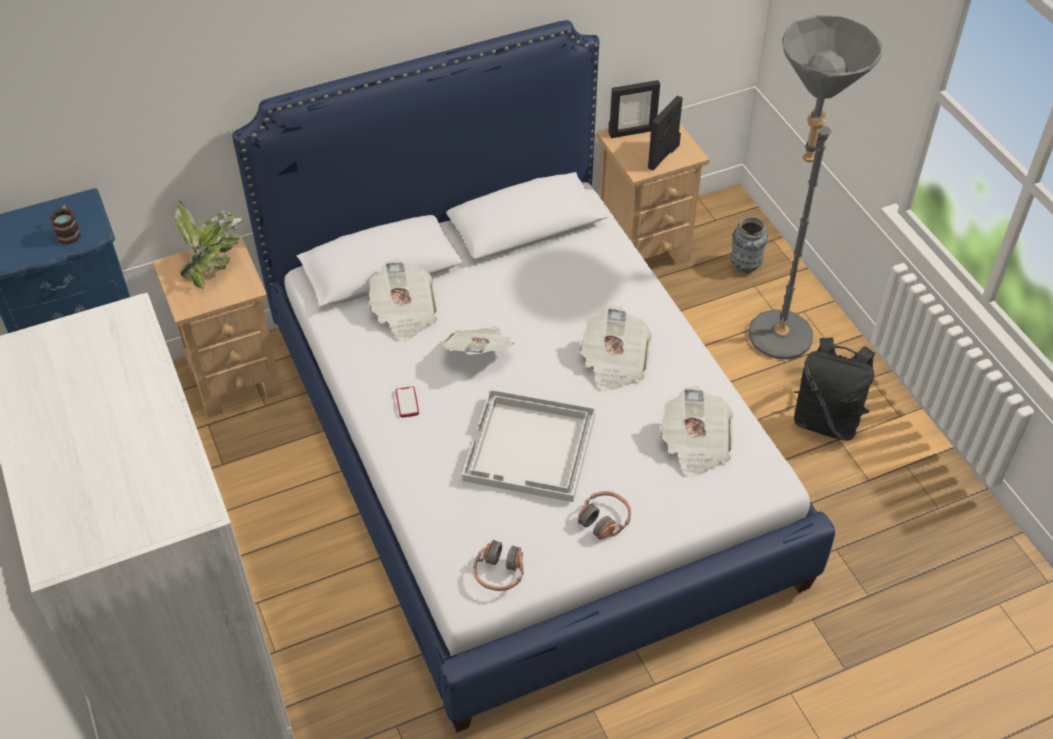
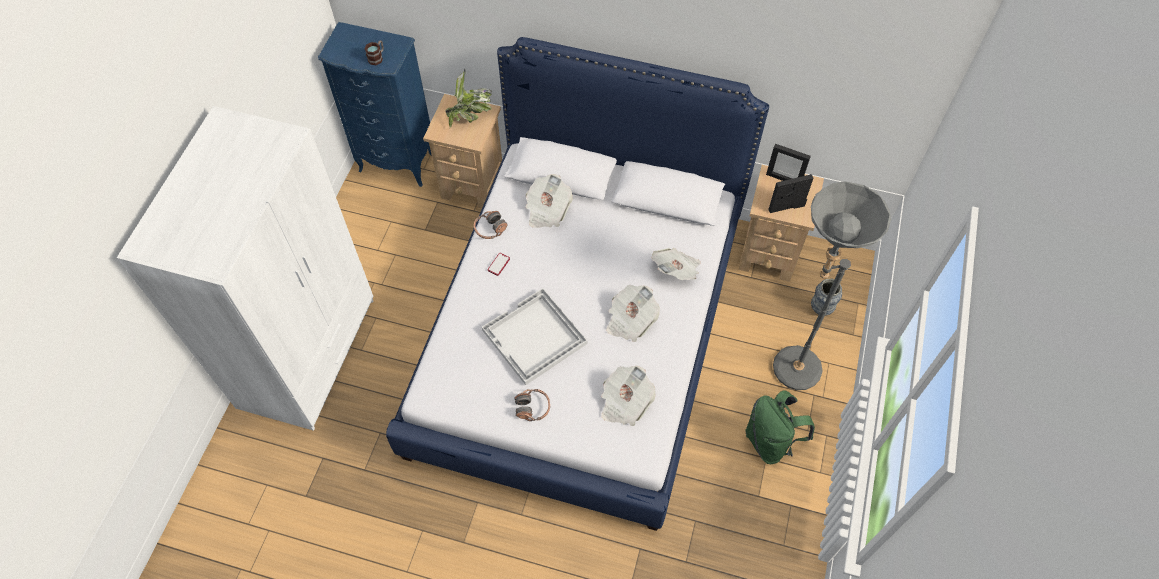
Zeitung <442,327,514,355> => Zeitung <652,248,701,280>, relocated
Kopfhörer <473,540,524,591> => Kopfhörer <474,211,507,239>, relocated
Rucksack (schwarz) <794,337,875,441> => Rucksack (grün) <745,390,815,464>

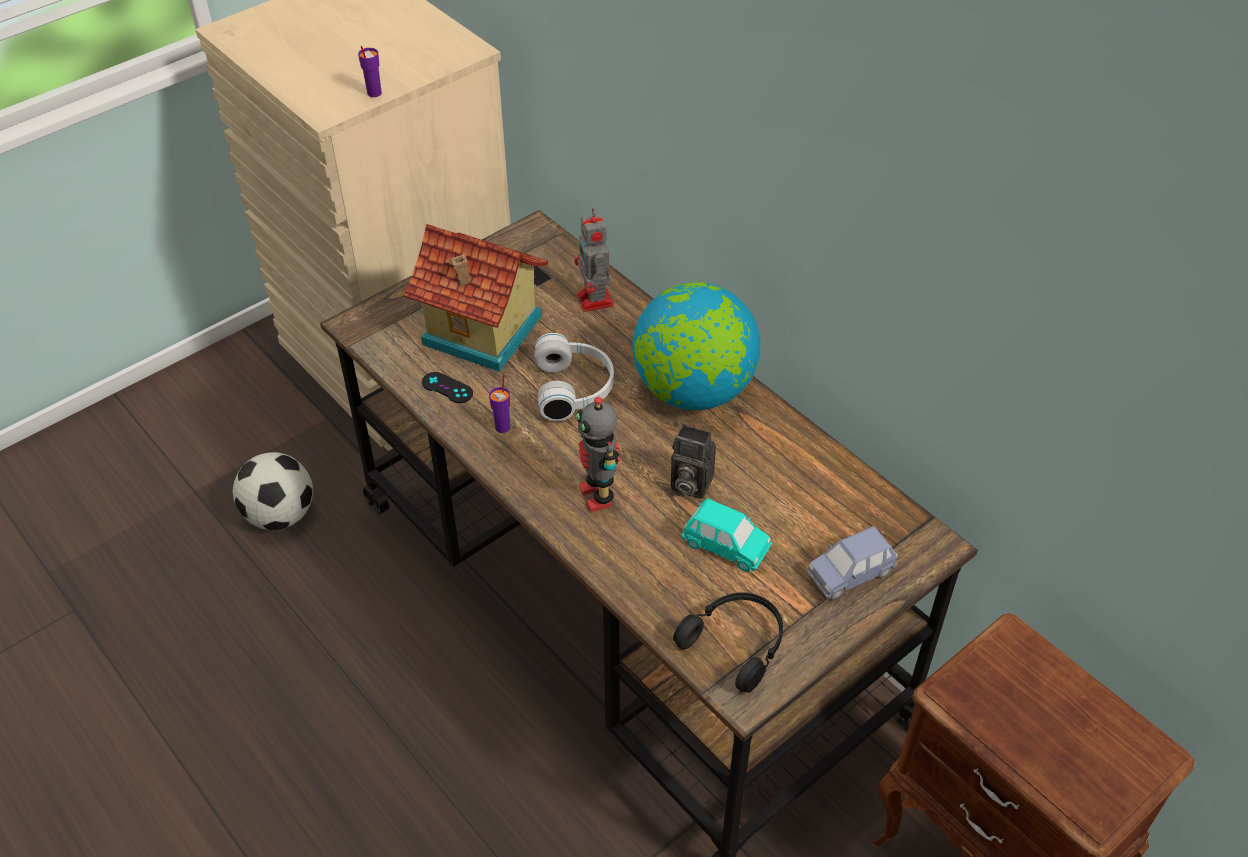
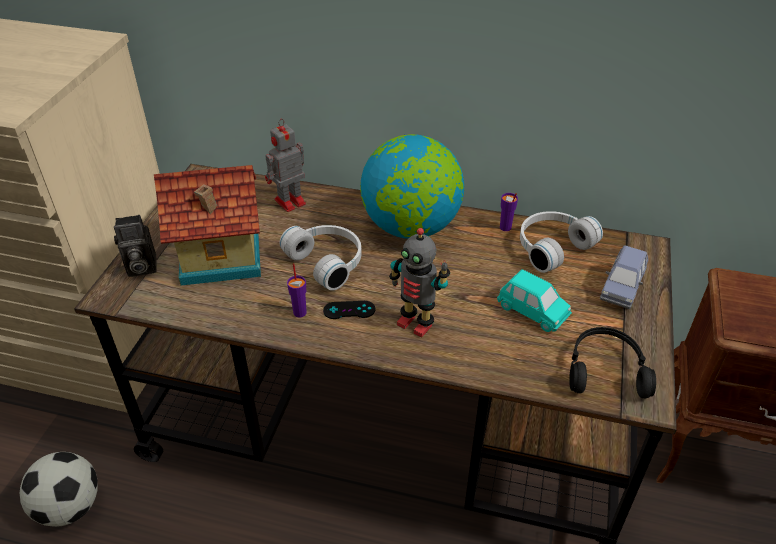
nothing => Kopfhörer (weiß) <520,211,603,273>
Tasse (lila) <358,46,382,97> => Tasse (lila) <500,193,518,231>, relocated
Gamepad (schwarz) <422,372,473,403> => Gamepad (schwarz) <323,301,375,319>, relocated
Kamera <671,424,716,499> => Kamera <114,215,157,277>, relocated
Spielzeugroboter <574,208,614,312> => Spielzeugroboter <265,119,306,212>, 105 degrees clockwise
Spielzeugauto (türkis) <681,499,772,572> => Spielzeugauto (türkis) <497,269,572,332>, 45 degrees clockwise

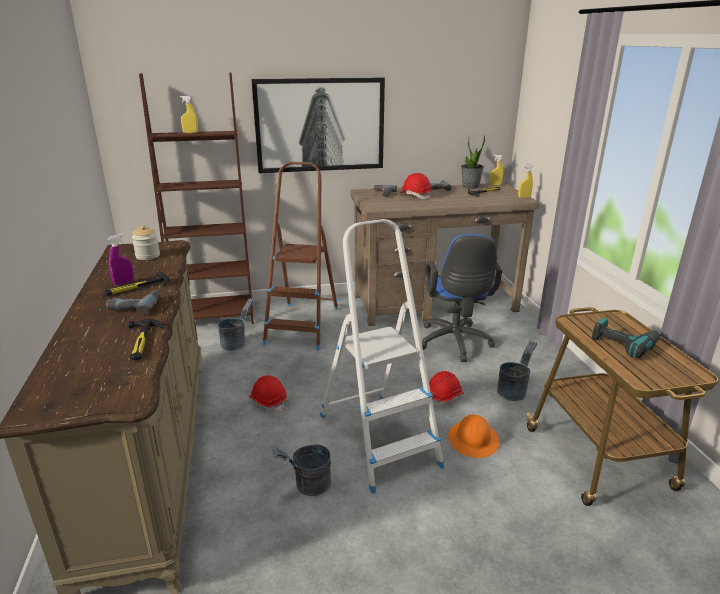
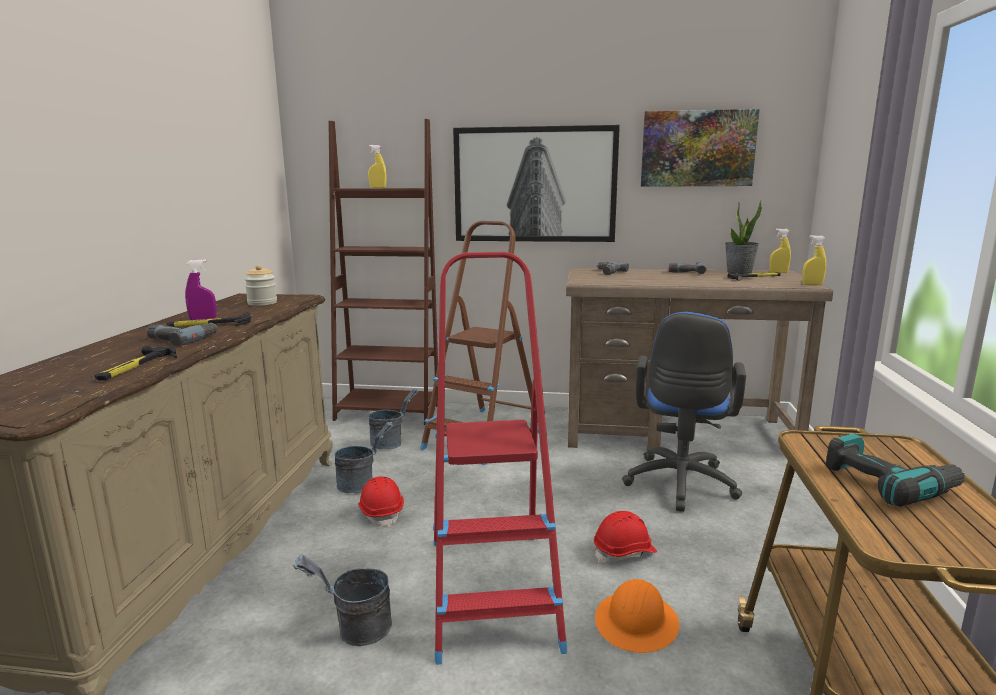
Schutzhelm (rot) <399,173,432,199> => nothing
nothing => Bild <641,109,760,187>
Eimer (grau) <497,340,538,401> => Eimer (grau) <335,422,393,493>, relocated
Trittleiter (weiß) <320,219,444,494> => Trittleiter (rot) <433,252,567,664>

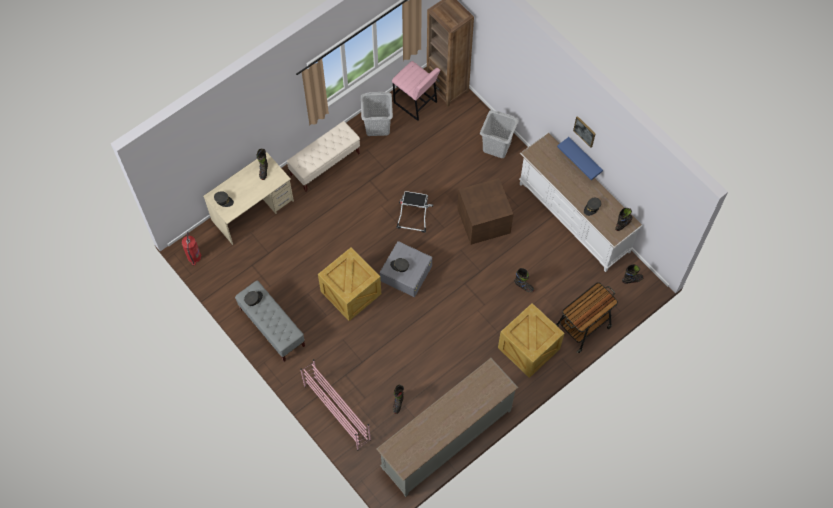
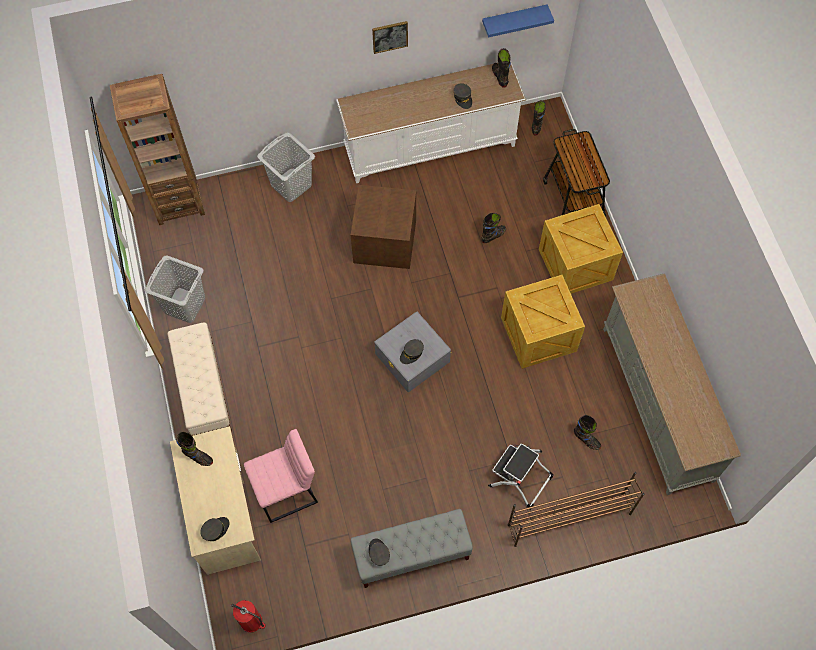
Kiste <318,248,381,321> => Kiste <501,275,585,369>, relocated
Stuhl (rosa) <392,61,440,121> => Stuhl (rosa) <244,429,318,523>, relocated
Trittleiter <396,191,433,233> => Trittleiter <488,444,554,510>, relocated
Wandregal (blau) <557,137,603,180> => Wandregal (blau) <482,4,554,37>, relocated
Schuhregal (rosa) <300,359,371,451> => Schuhregal (braun) <508,472,644,547>

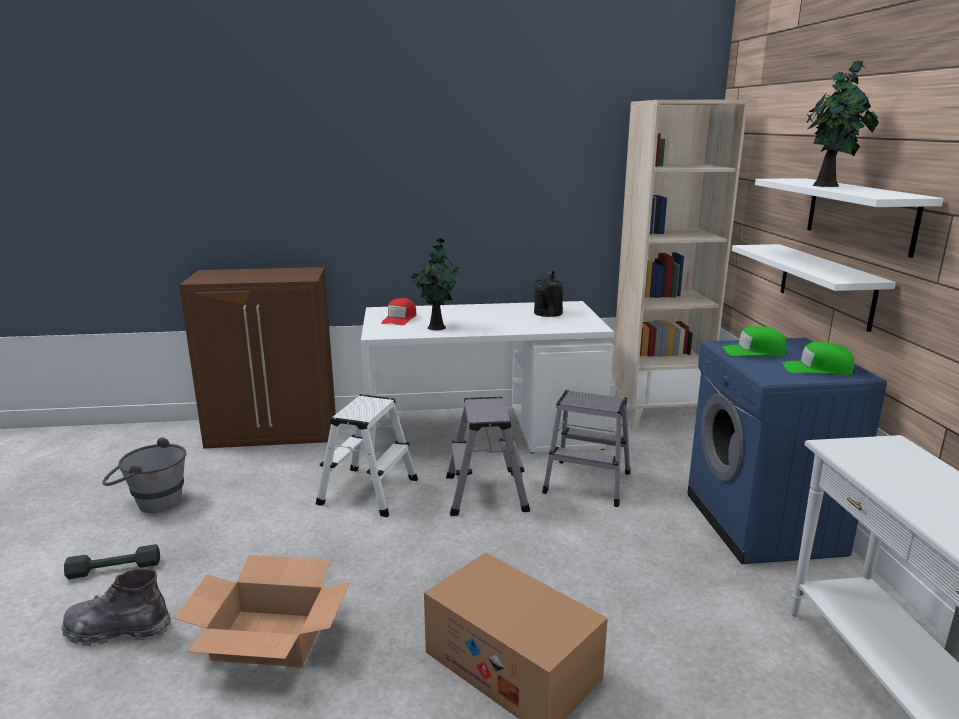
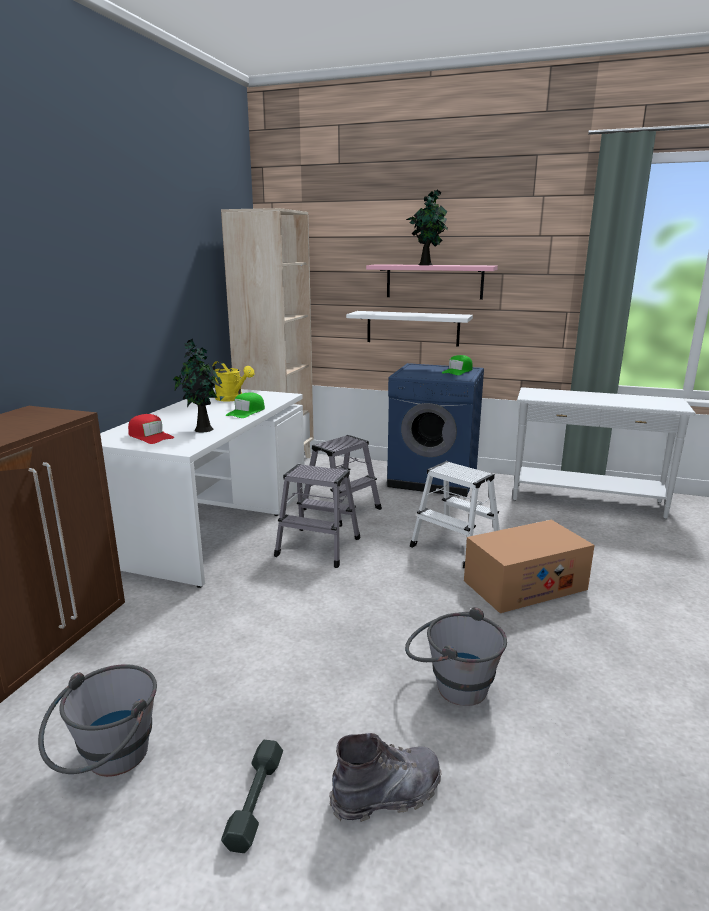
Trittleiter (weiß) <316,394,418,517> => Trittleiter (weiß) <410,461,500,569>, relocated
Kappe (grün) <722,326,787,356> => Kappe (grün) <225,393,265,418>, relocated
Karton <174,555,350,667> => Eimer (grau) <405,607,507,706>
Gießkanne (schwarz) <534,271,563,317> => Gießkanne (gelb) <212,361,254,401>
Wandregal (weiß) <755,178,943,258> => Wandregal (rosa) <366,264,498,300>
Stiefel (grau) <61,569,171,646> => Stiefel (grau) <329,733,442,822>, 135 degrees counterclockwise

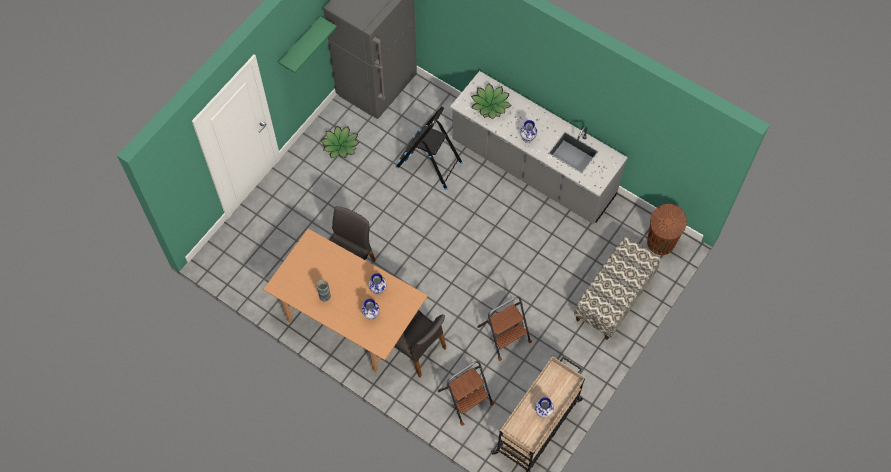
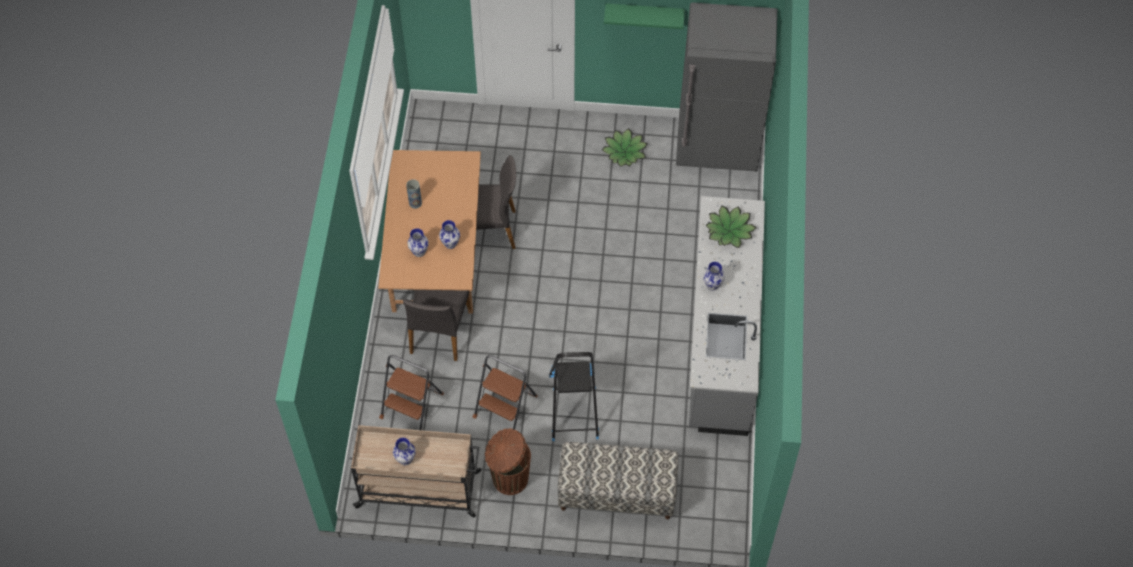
Trittleiter (schwarz) <396,106,463,190> => Trittleiter (schwarz) <549,352,599,441>, relocated
Mülleimer (braun) <647,204,687,255> => Mülleimer (braun) <485,428,531,495>, relocated

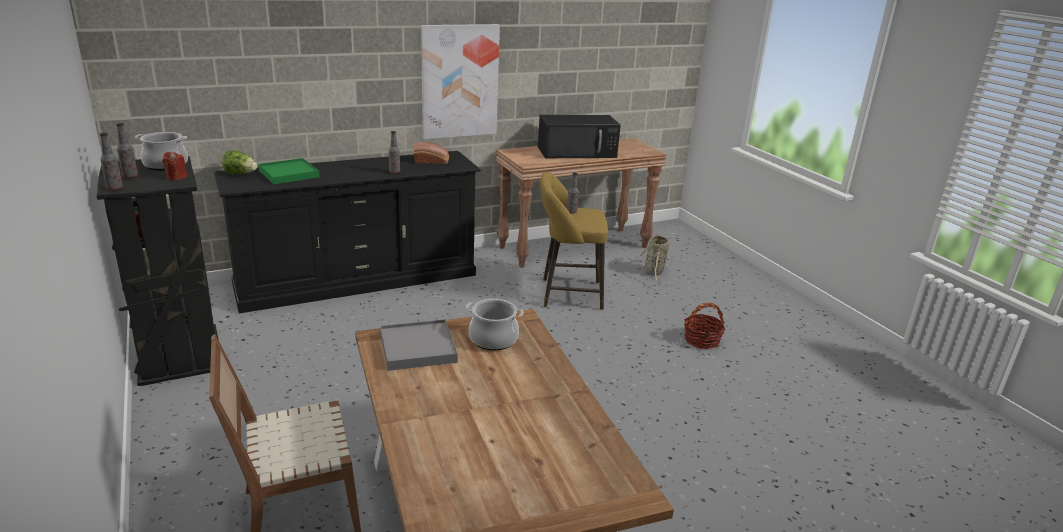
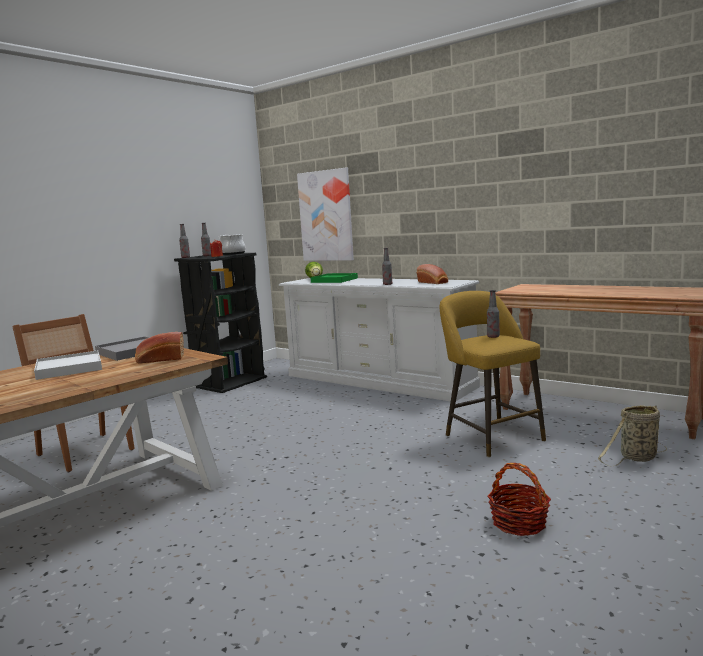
Mikrowelle (schwarz) <538,115,621,158> => nothing
nothing => Tablett (weiß) <34,351,102,380>
Bild <421,24,500,139> => Bild <297,167,354,261>, relocated
Kochtopf <465,299,524,350> => Brot <135,332,184,363>
Schrank (schwarz) <214,151,481,313> => Schrank (weiß) <279,278,480,402>

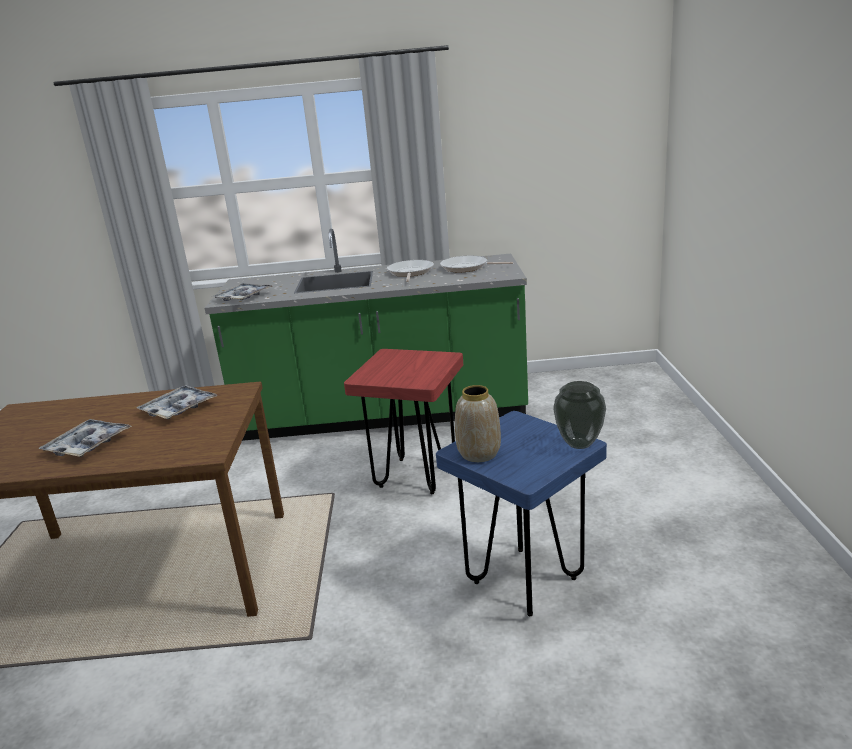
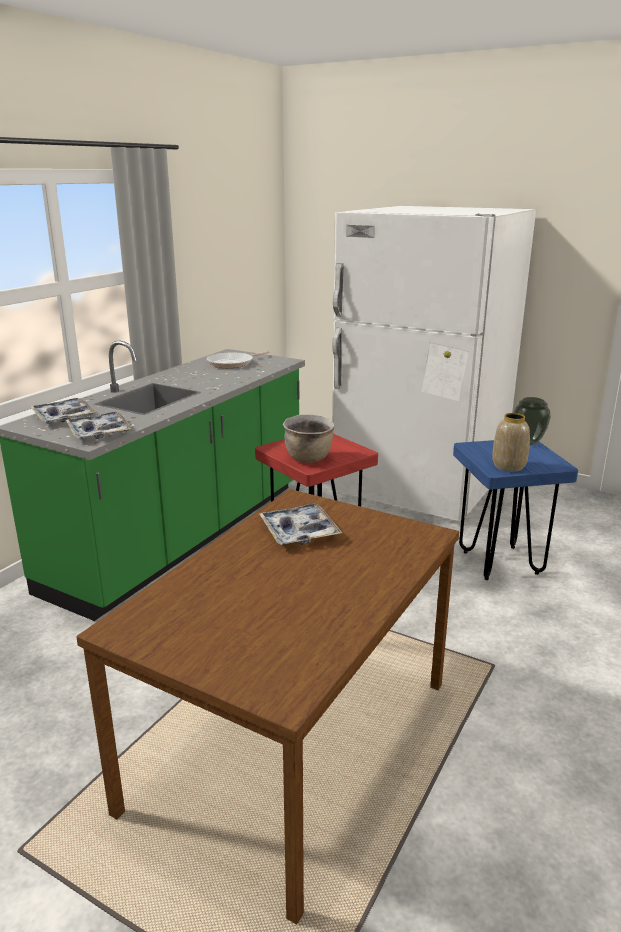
Pfanne <387,260,434,282> => nothing
nothing => Kochtopf (braun) <283,415,335,463>
nothing => Kühlschrank (weiß) <331,206,536,521>
Tablett <38,419,132,457> => Tablett <31,398,96,422>, relocated

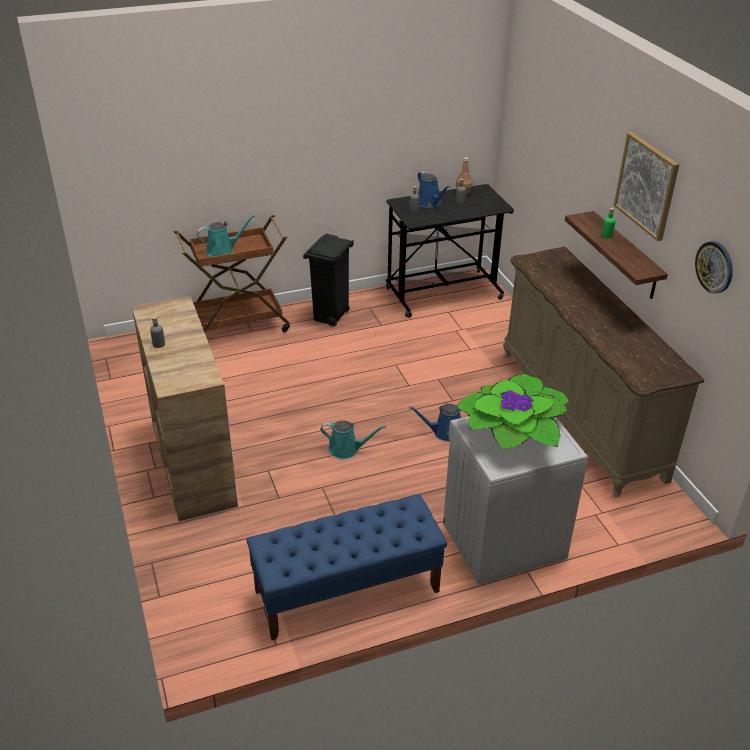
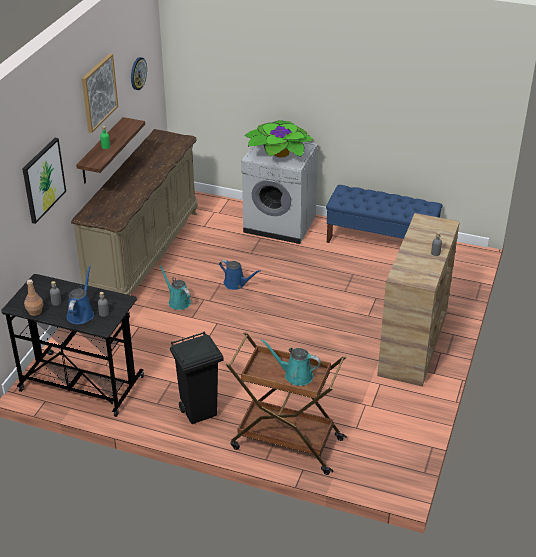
nothing => Bild <22,138,66,224>
Gießkanne (türkis) <320,420,386,459> => Gießkanne (türkis) <159,265,191,310>, relocated

